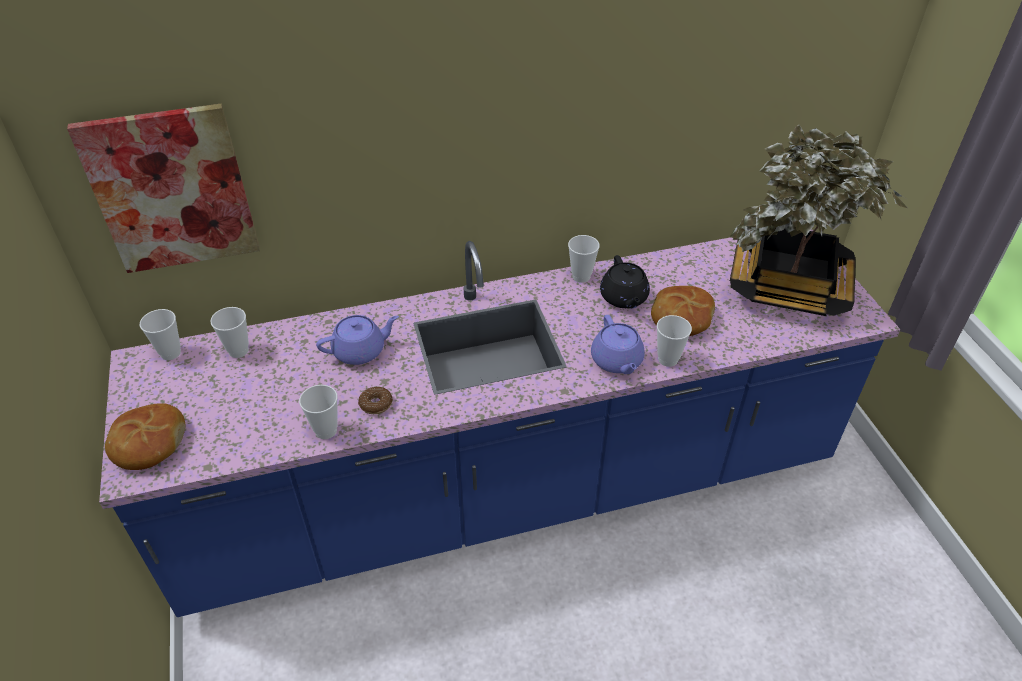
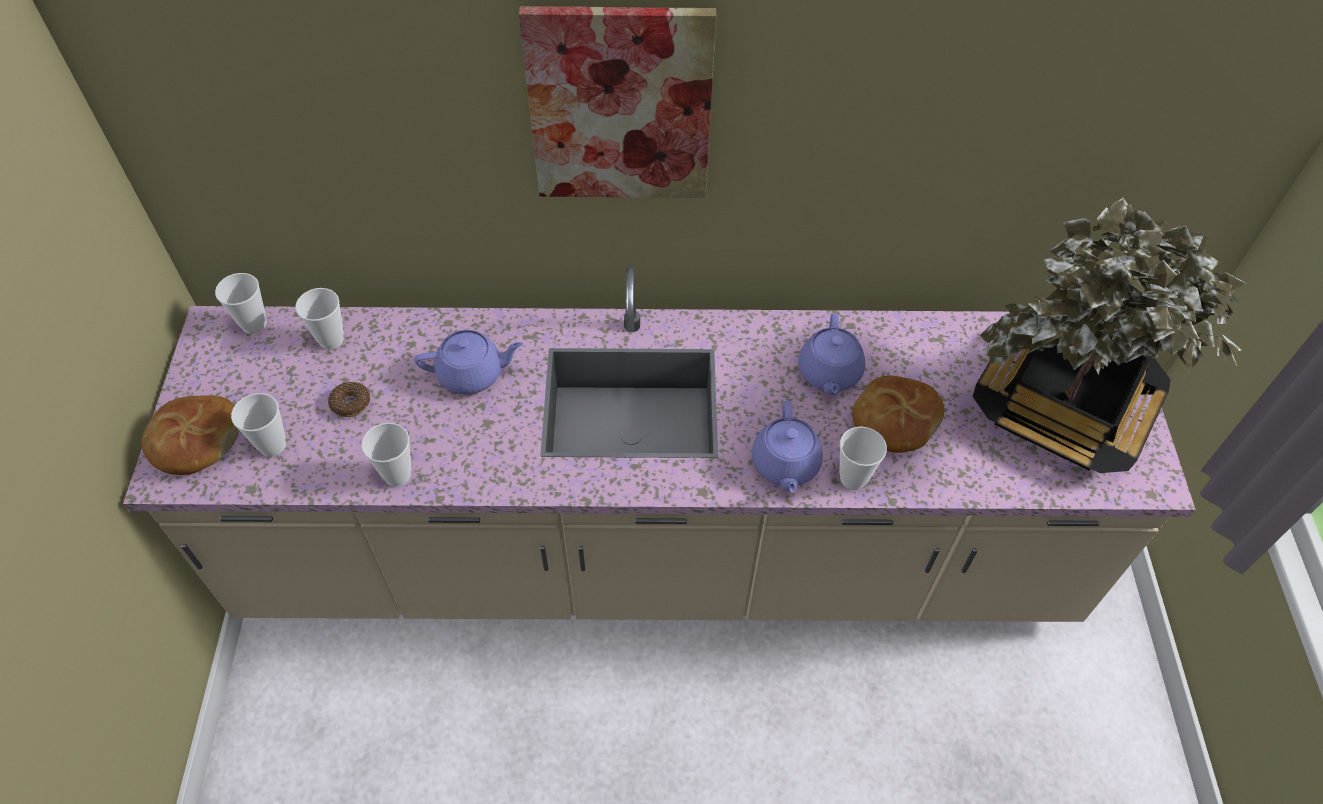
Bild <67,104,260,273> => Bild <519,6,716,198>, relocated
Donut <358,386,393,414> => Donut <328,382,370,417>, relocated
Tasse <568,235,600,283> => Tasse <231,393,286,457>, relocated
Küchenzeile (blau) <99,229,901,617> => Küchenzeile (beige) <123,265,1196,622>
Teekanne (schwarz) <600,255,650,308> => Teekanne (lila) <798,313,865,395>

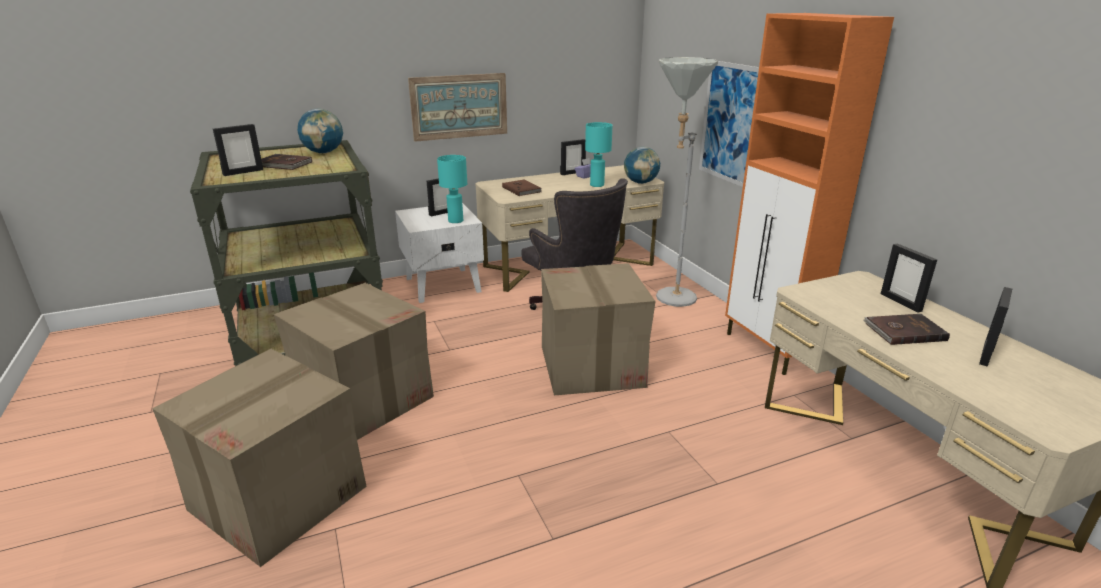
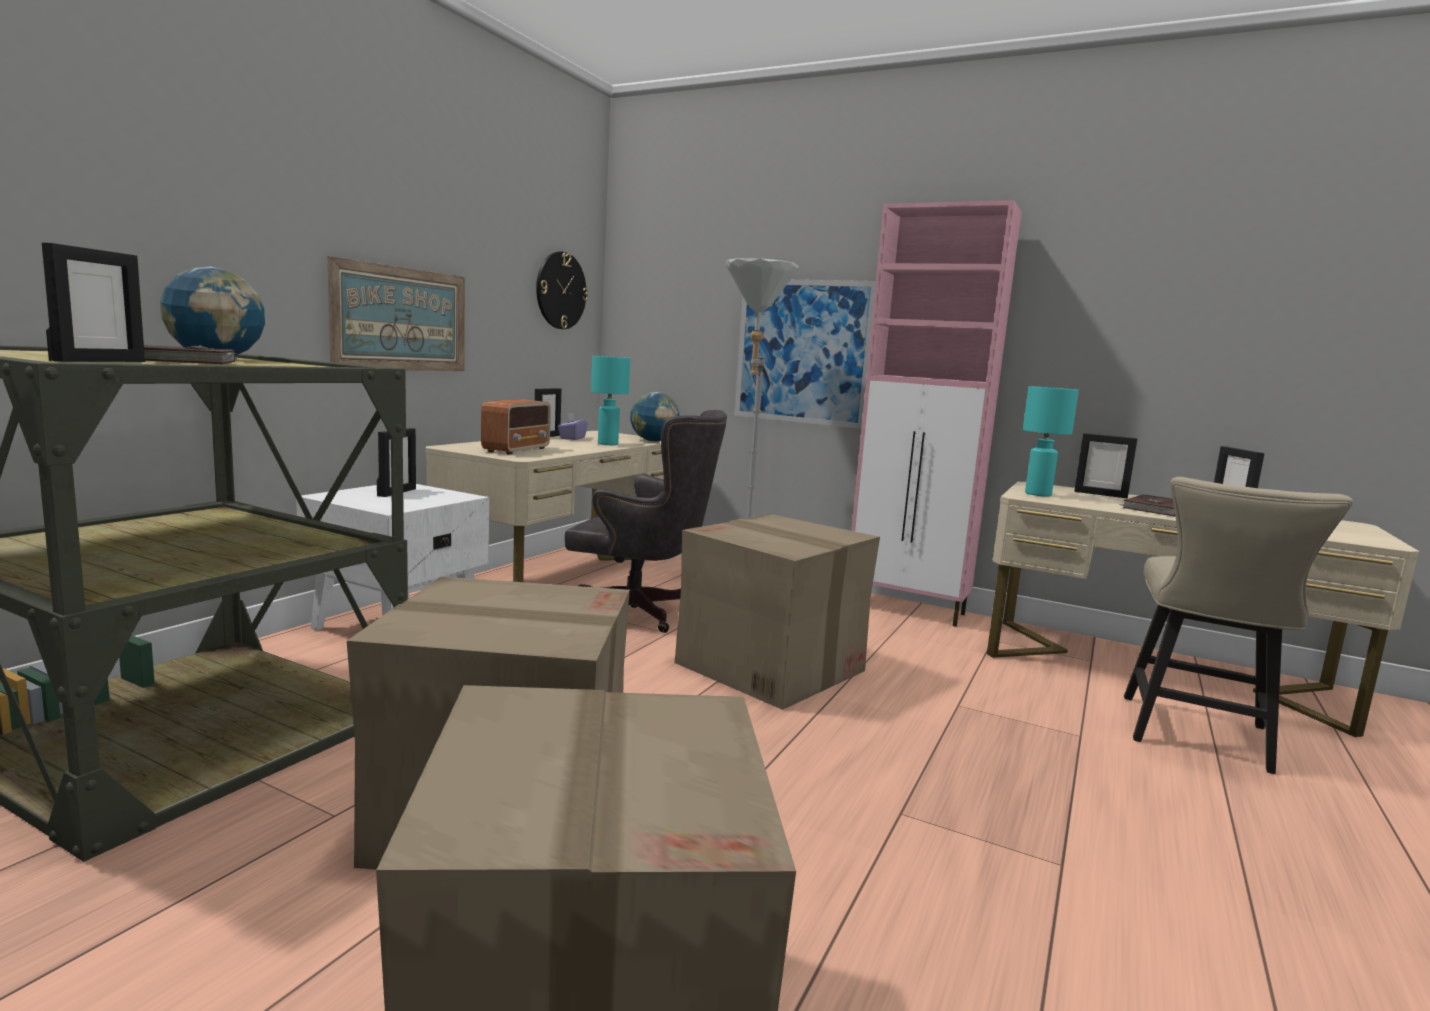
nothing => Wanduhr <536,252,588,329>
nothing => Stuhl (beige) <1124,477,1353,774>
Tischlampe (türkis) <437,155,467,223> => Tischlampe (türkis) <1023,386,1079,497>, relocated
Buch (braun) <502,180,542,196> => Radio <481,399,551,454>
Schrank (orange) <725,13,894,375> => Schrank (rosa) <851,200,1021,627>

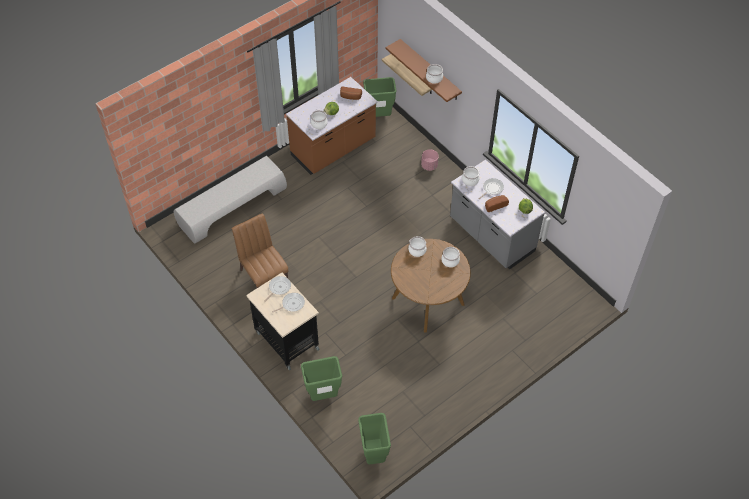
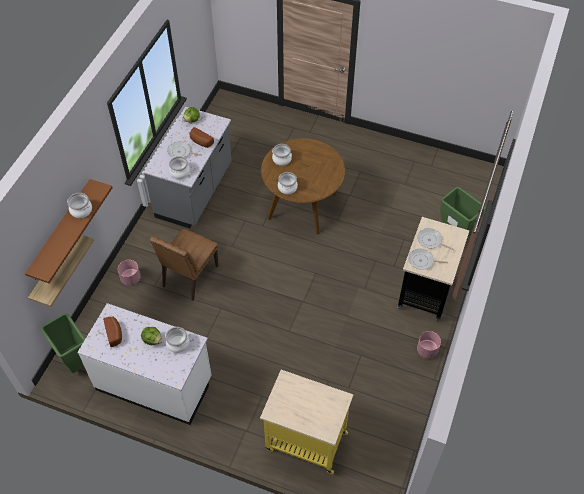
Mülleimer (grün) <358,413,391,464> => nothing
nothing => Pflanzkübel (rosa) <417,331,441,358>
Stuhl (braun) <231,213,289,289> => Stuhl (braun) <150,229,218,301>, relocated
Bank (grau) <174,156,287,244> => Rollwagen (gelb) <260,370,353,474>
Küchenzeile (braun) <286,77,378,175> => Küchenzeile (weiß) <77,303,212,425>

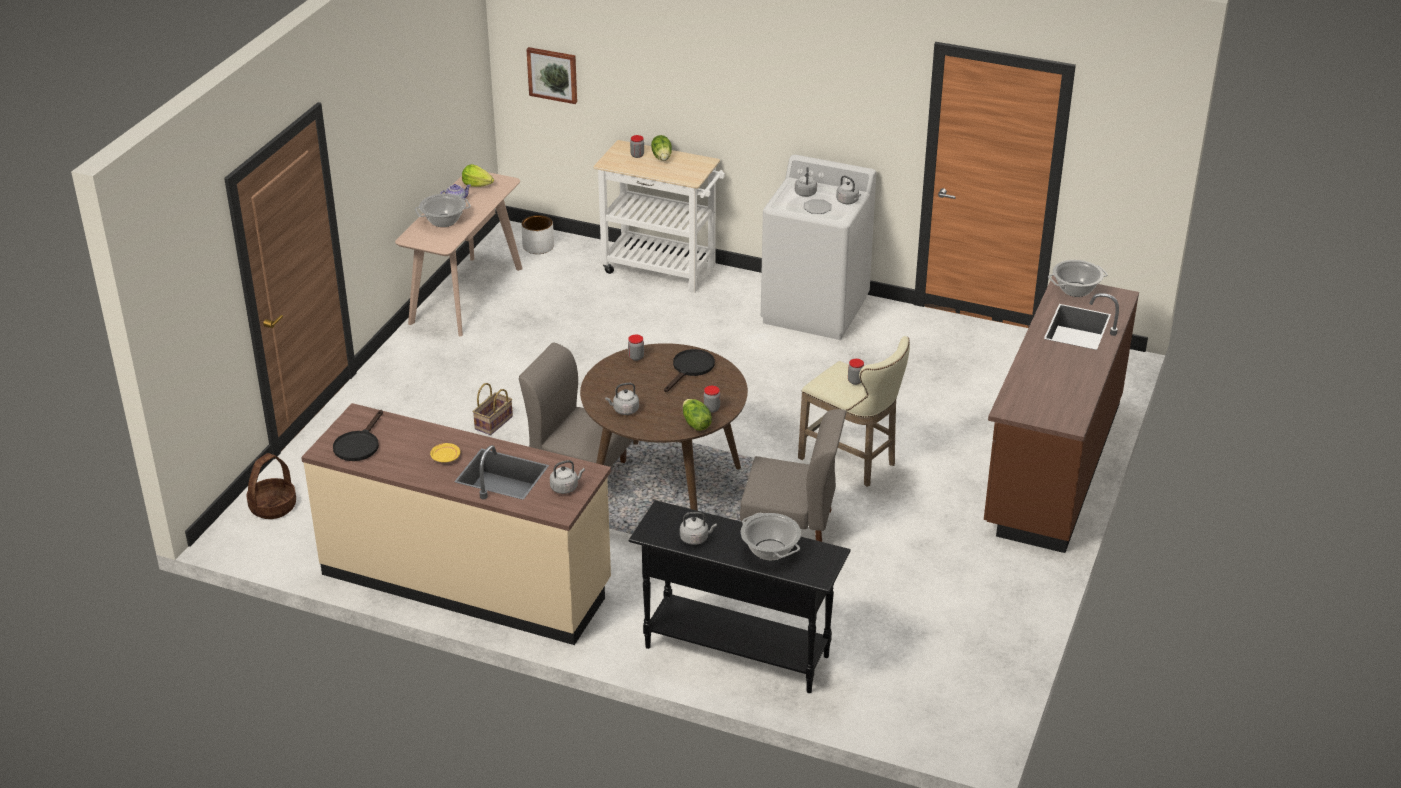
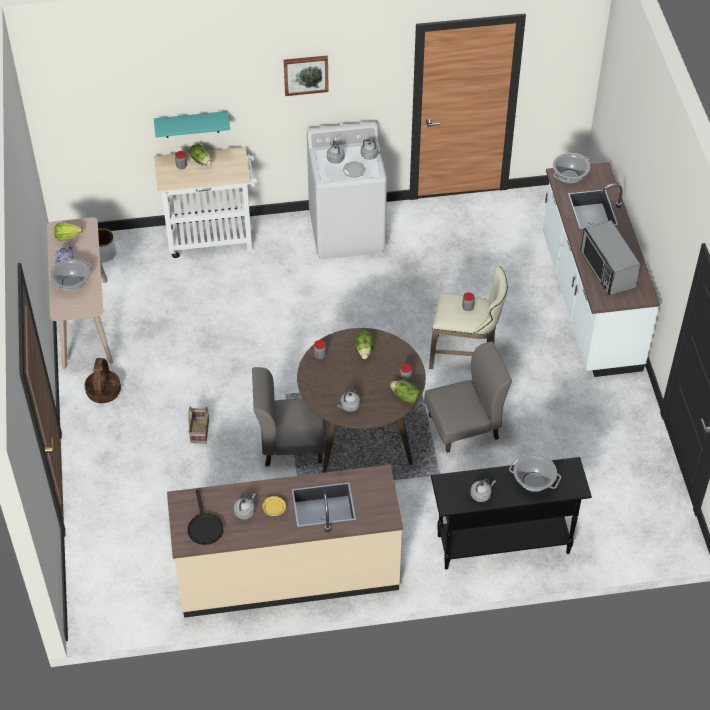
nothing => Wandregal (türkis) <154,111,230,138>
nothing => Mikrowelle <580,220,641,295>
Korb <246,453,296,519> => Korb <85,358,121,403>, relocated
Bild <526,47,577,104> => Bild <284,56,329,96>, relocated
Wasserkessel (grau) <550,460,585,494> => Wasserkessel (grau) <233,493,256,519>, relocated
Pfanne (schwarz) <664,349,715,392> => Salatkopf <356,330,374,359>
Küchenzeile (braun) <984,275,1139,553> => Küchenzeile (weiß) <543,162,660,377>

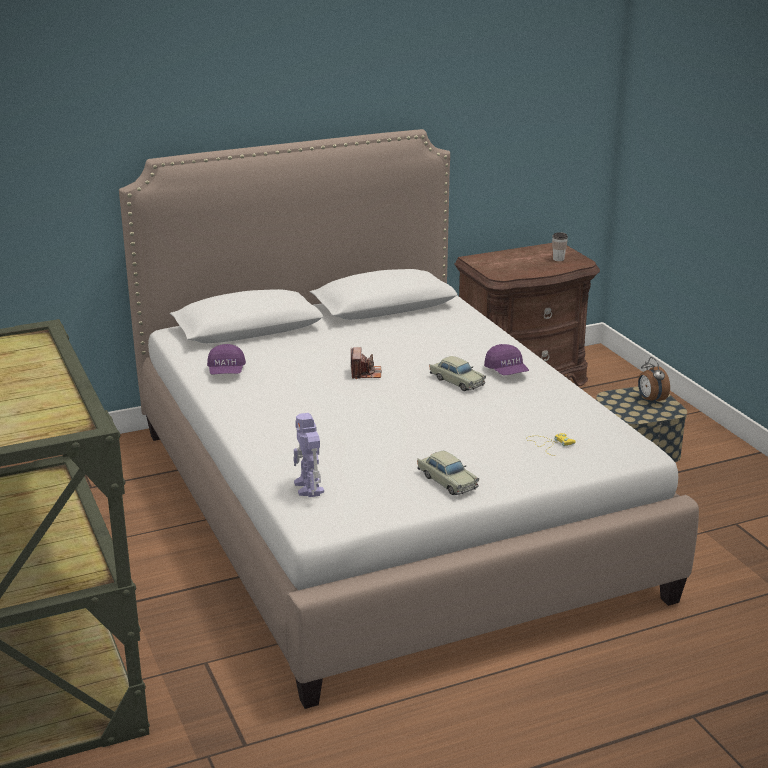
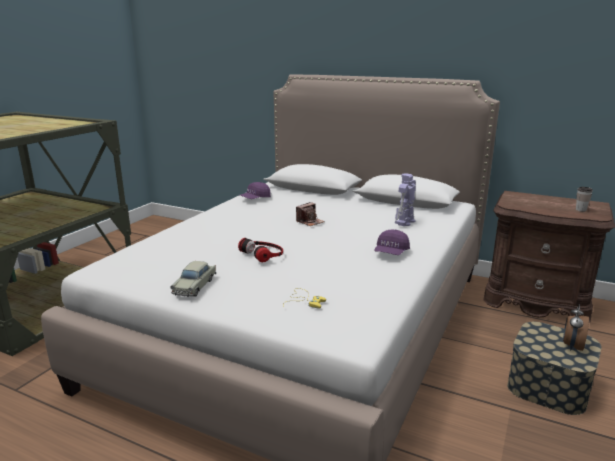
Spielzeugauto (beige) <430,356,486,391> => nothing
nothing => Kopfhörer <238,238,283,262>
Spielzeugroboter <294,413,324,497> => Spielzeugroboter <395,173,416,226>, relocated

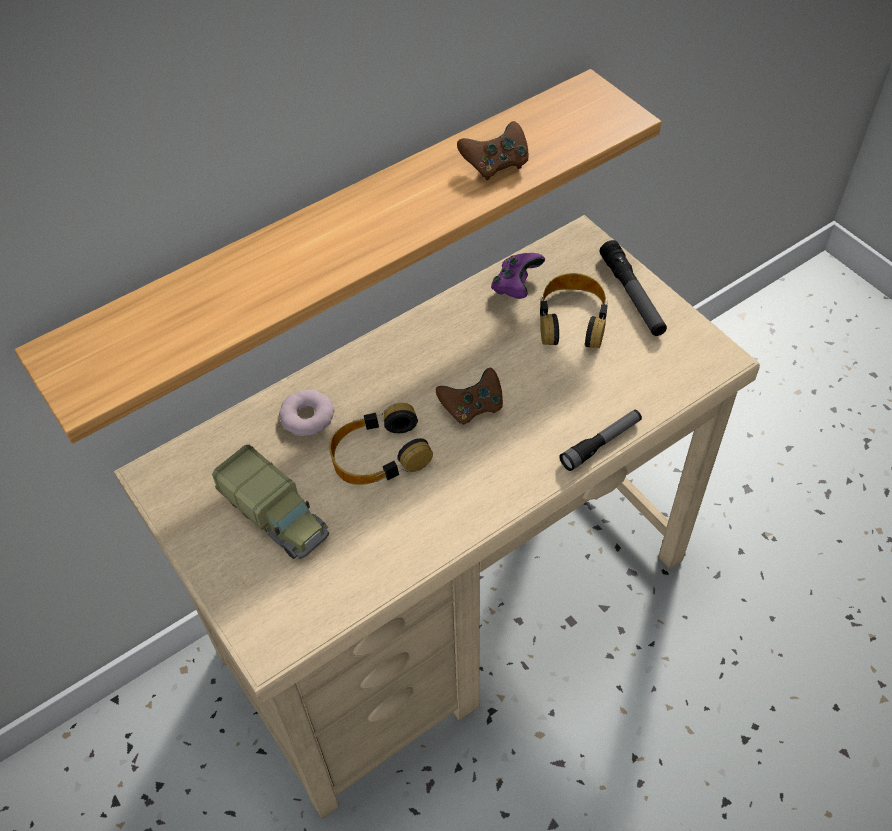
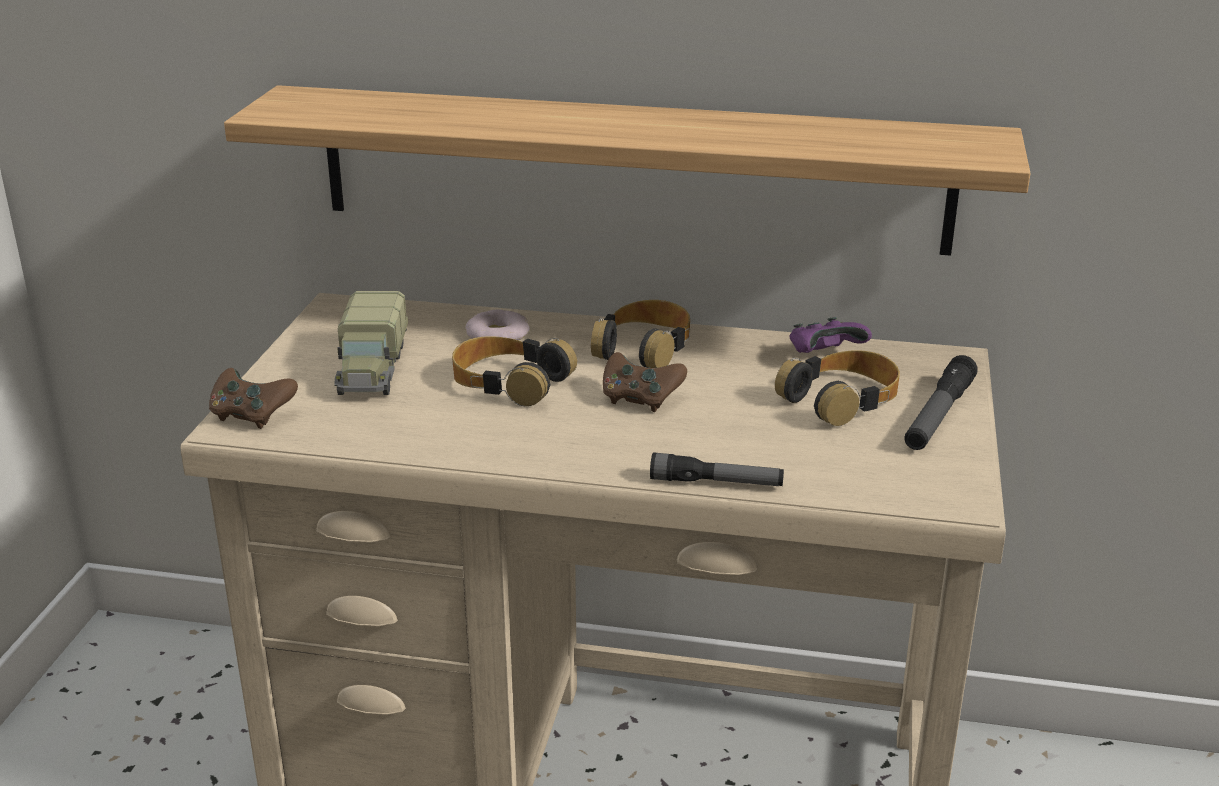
nothing => Kopfhörer <591,300,690,368>
Gamepad (braun) <457,121,529,180> => Gamepad (braun) <209,368,298,429>, relocated

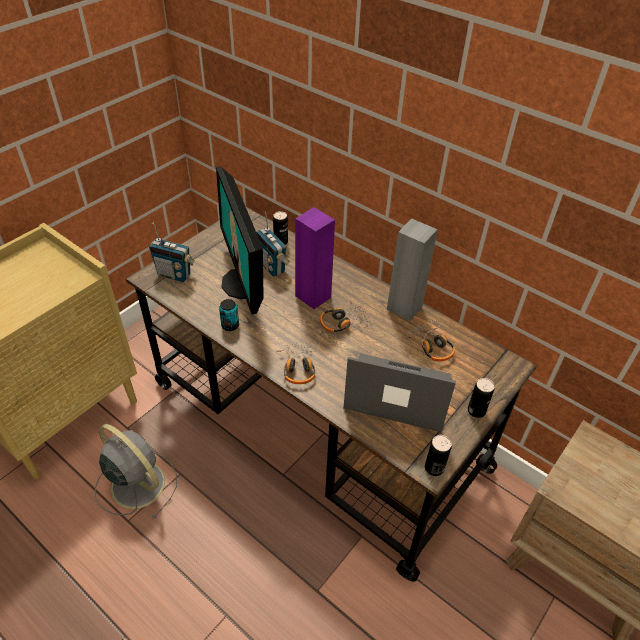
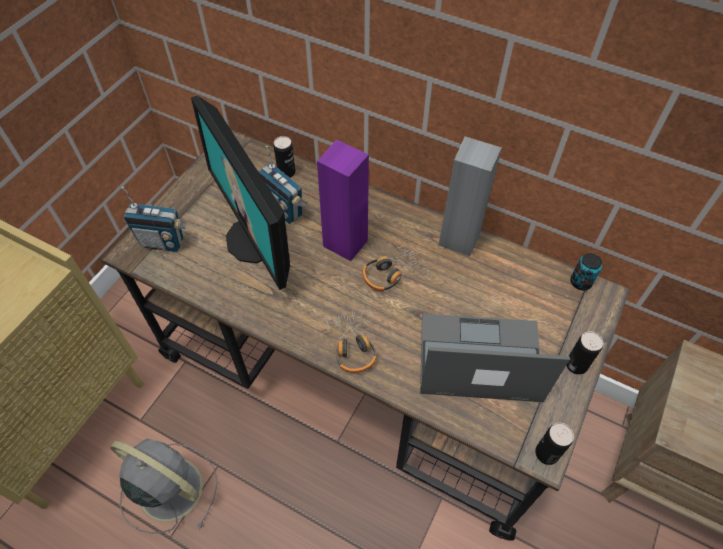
Kopfhörer <406,320,455,361> => nothing
Dose <219,299,239,331> => Dose <570,253,602,290>, relocated

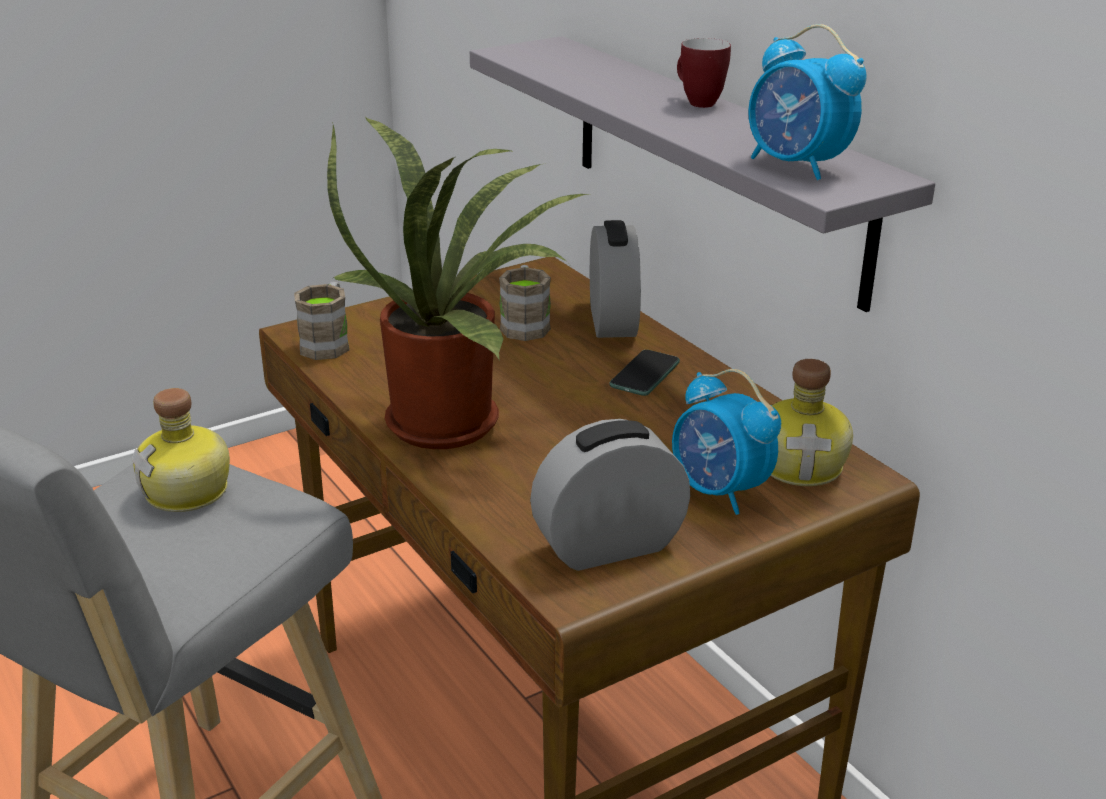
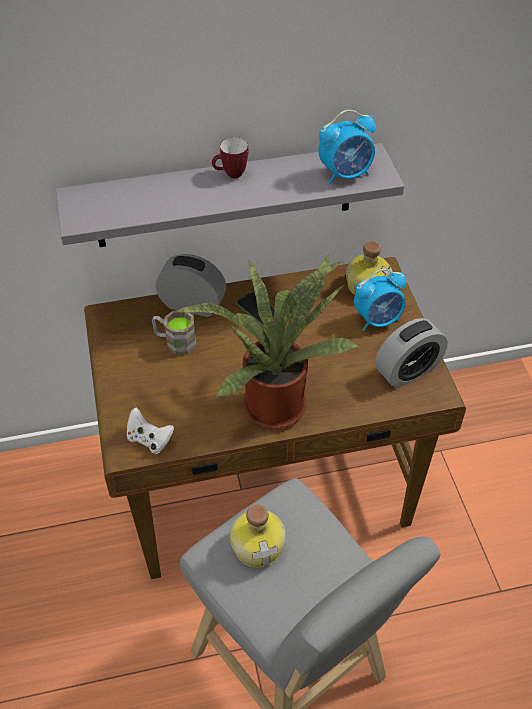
Henkelbecher (braun) <294,282,349,360> => Gamepad (weiß) <127,408,174,454>
Wecker <530,419,690,571> => Wecker <375,318,448,388>, 120 degrees counterclockwise

